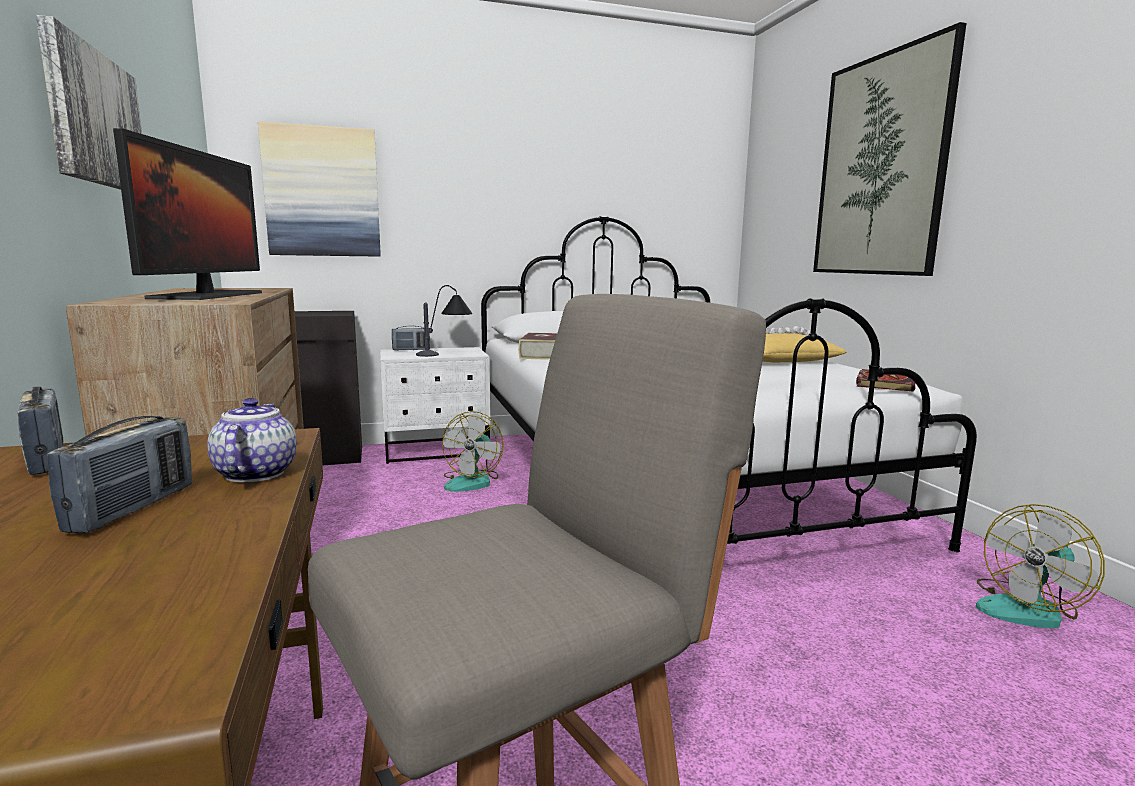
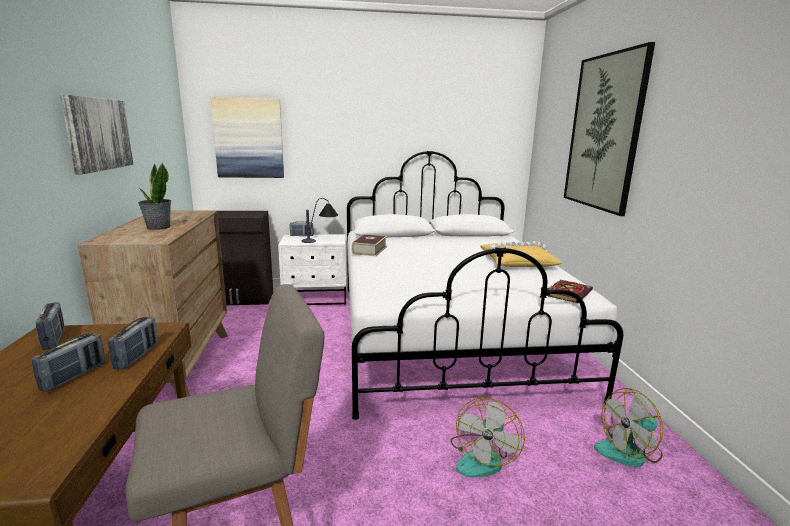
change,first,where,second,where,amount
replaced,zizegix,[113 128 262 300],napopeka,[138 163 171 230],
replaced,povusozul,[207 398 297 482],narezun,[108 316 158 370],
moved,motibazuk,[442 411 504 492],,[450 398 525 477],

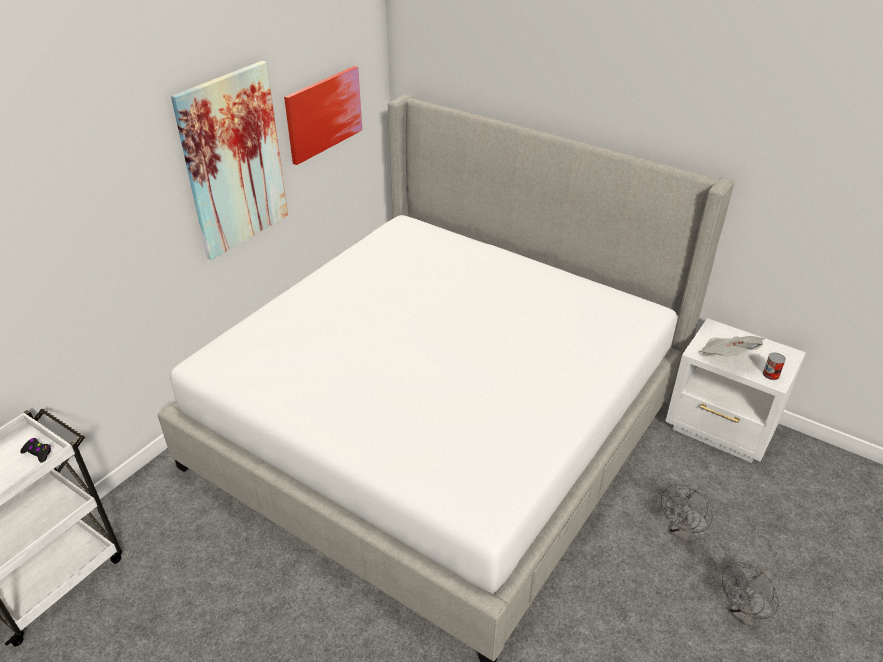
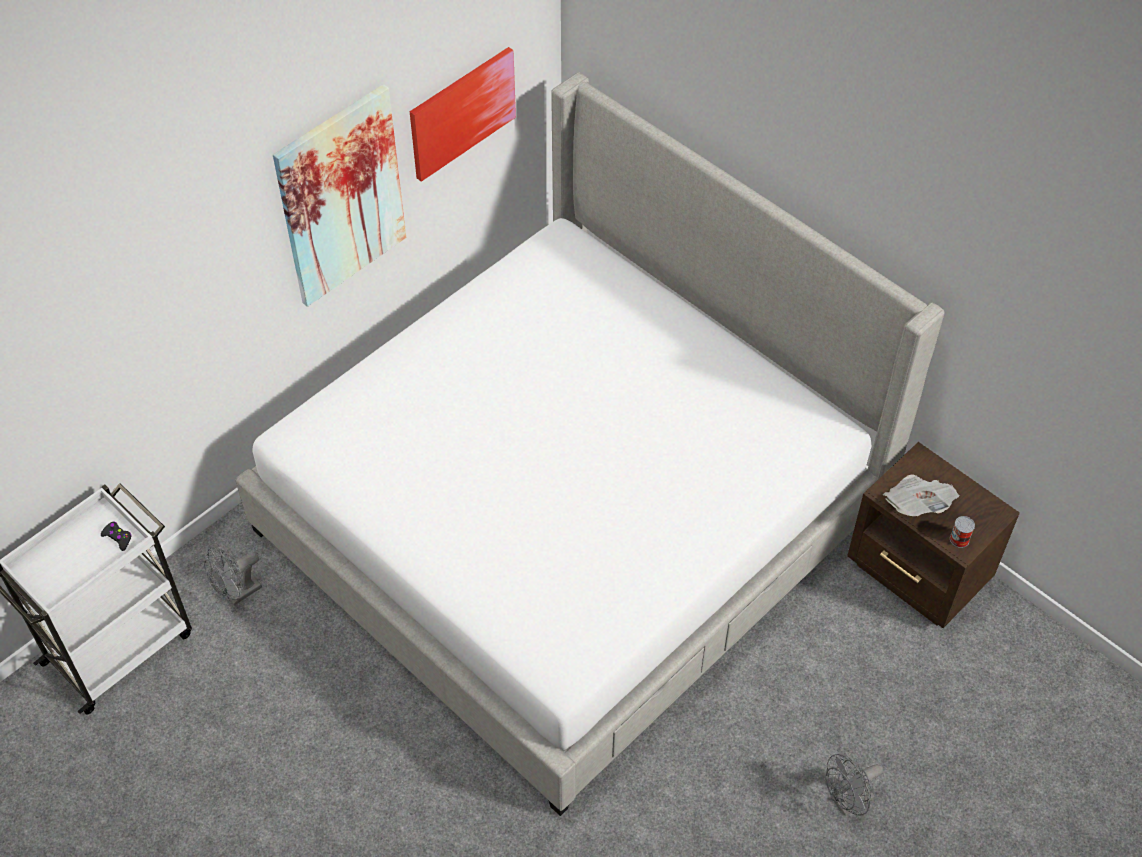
change,first,where,second,where,amount
recoloured,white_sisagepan,[665 318 806 463],brown_sisagepan,[847 442 1020 628],
moved,grey_motibazuk,[661 484 713 541],,[204 547 262 605],

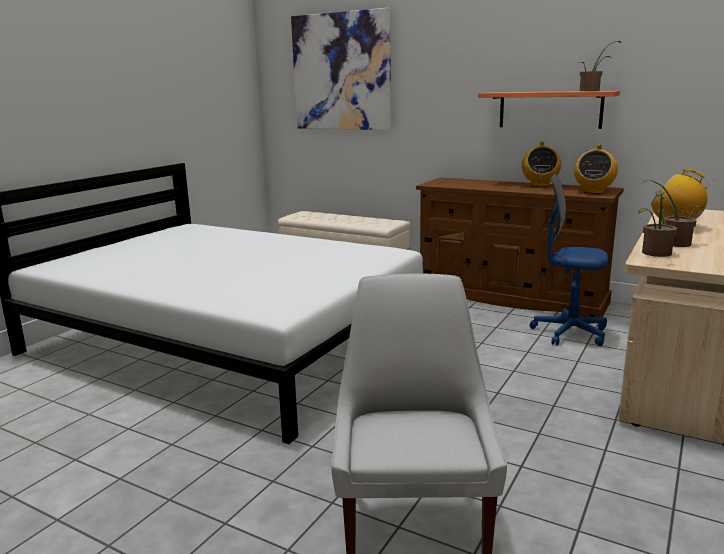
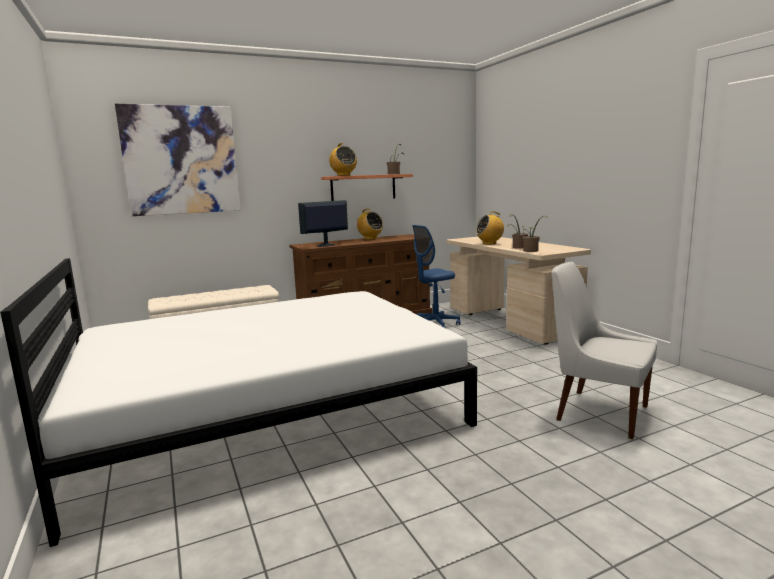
change,first,where,second,where,amount
moved,narezun,[574 144 618 194],,[329 143 357 176],
added,,,zizegix,[298 200 348 247],

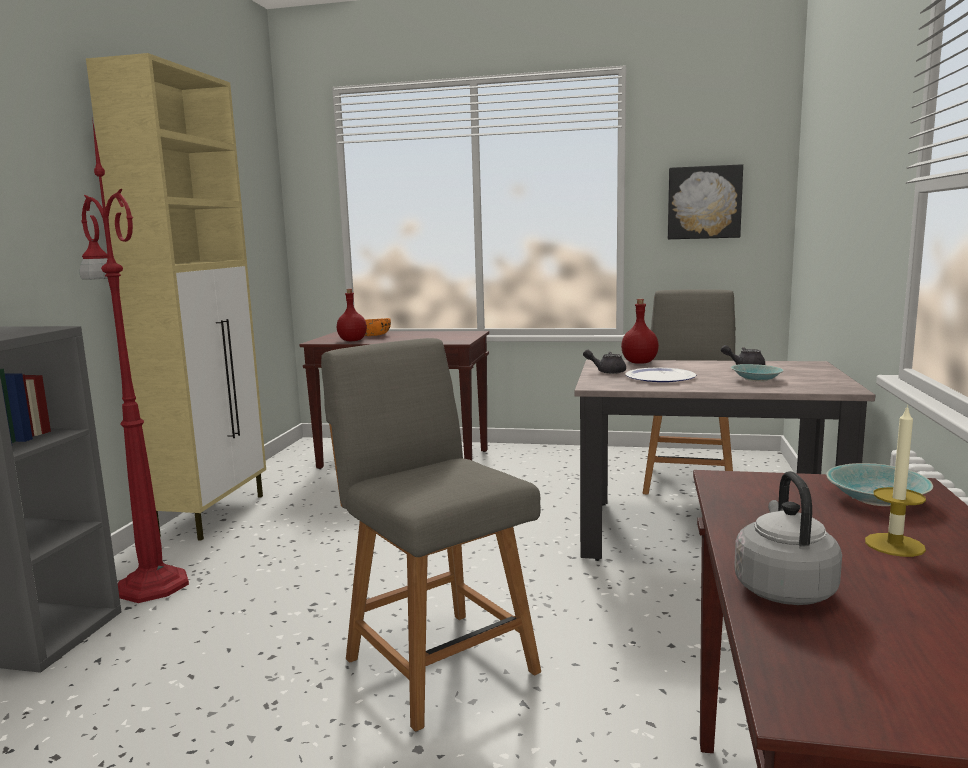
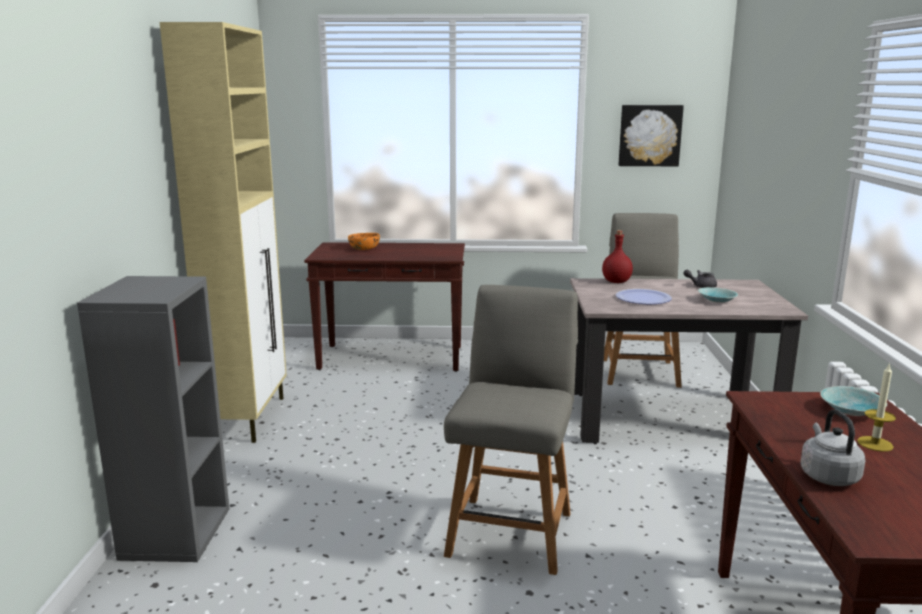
change,first,where,second,where,amount
removed,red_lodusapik,[79 118 189 603],,,
removed,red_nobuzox,[337 289 367 341],,,
turned,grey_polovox,[321 338 541 732],,[444 285 578 575],60 degrees clockwise
removed,grey_povusozul,[583 349 626 374],,,

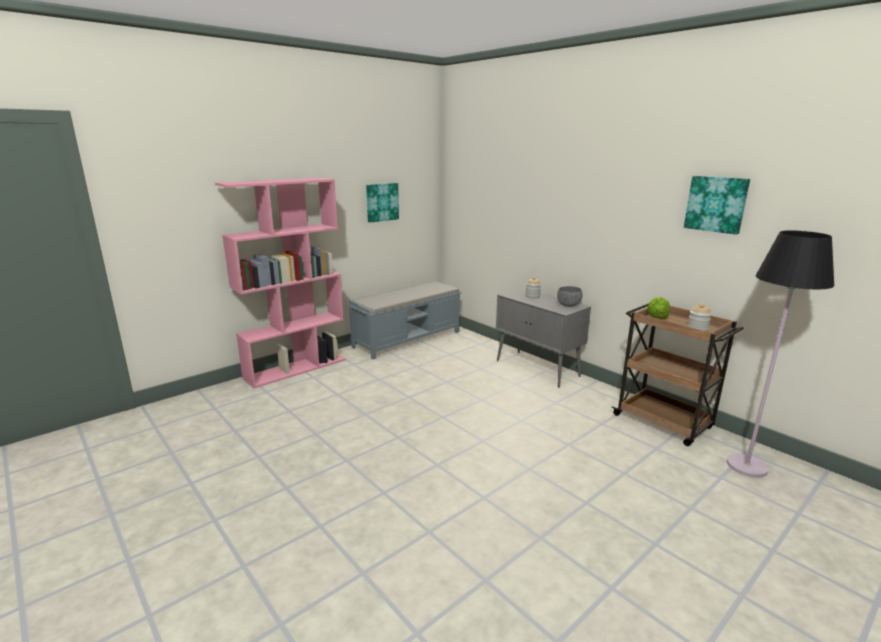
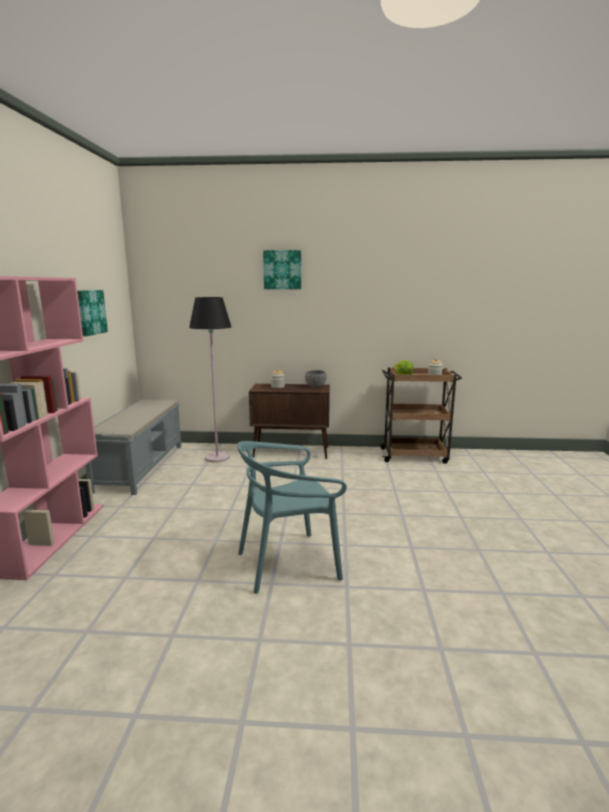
change,first,where,second,where,amount
moved,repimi,[684 176 750 235],,[263 250 301 289],
moved,black_lodusapik,[727 230 834 478],,[189 297 231 463],
recoloured,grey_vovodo,[496 288 591 387],brown_vovodo,[249 384 330 459],
added,,,turquoise_polovox,[237 441 347 594],

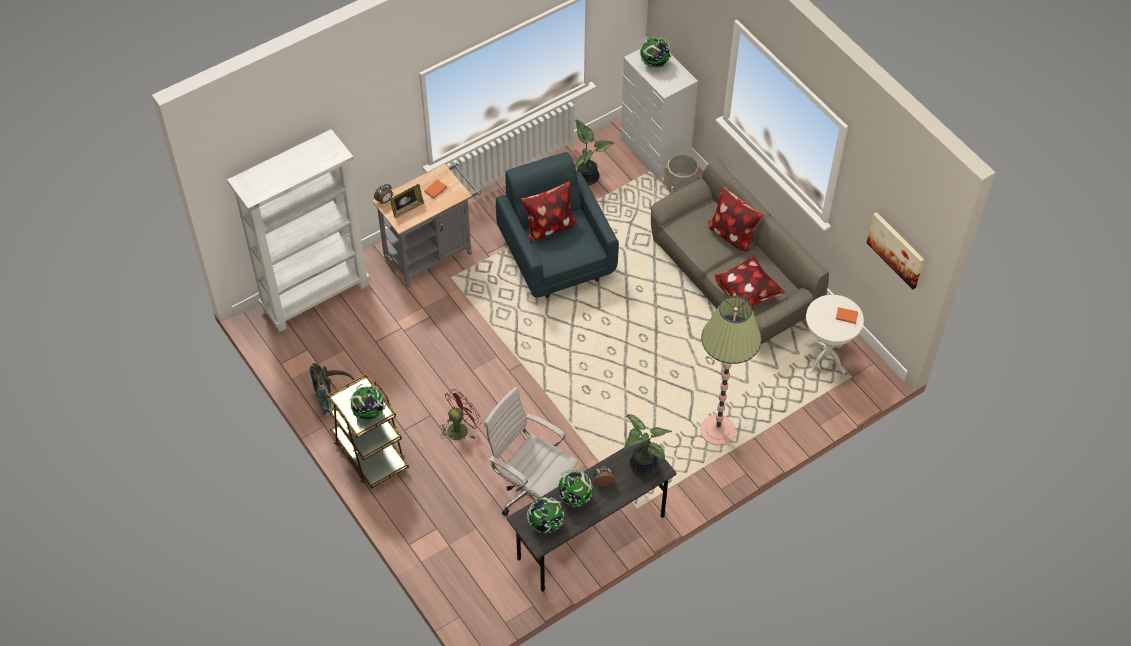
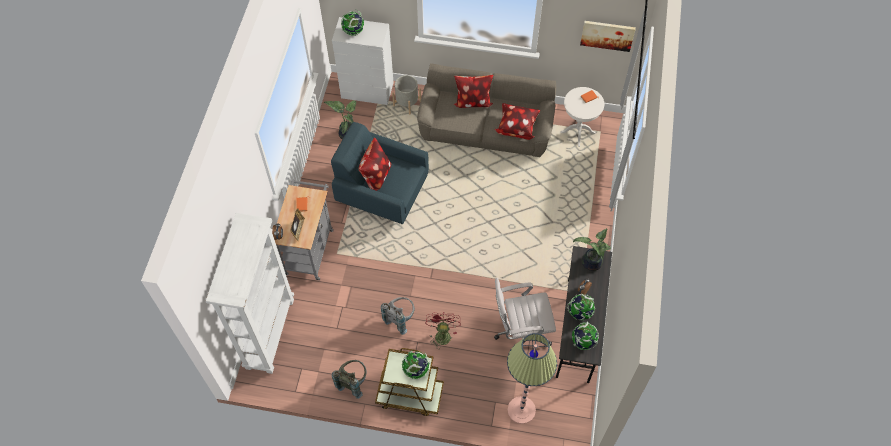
change,first,where,second,where,amount
moved,lodusapik,[700 296 761 445],,[507 333 557 424],
added,,,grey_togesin,[381 297 415 335],

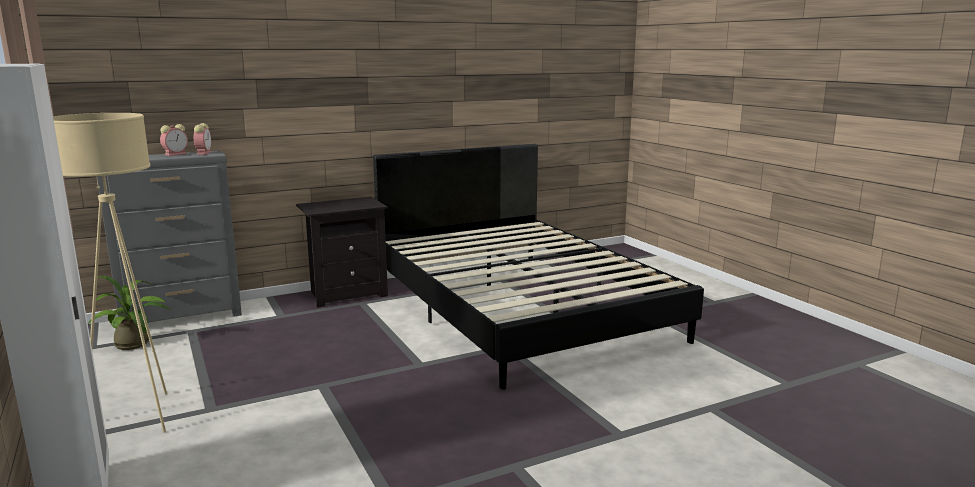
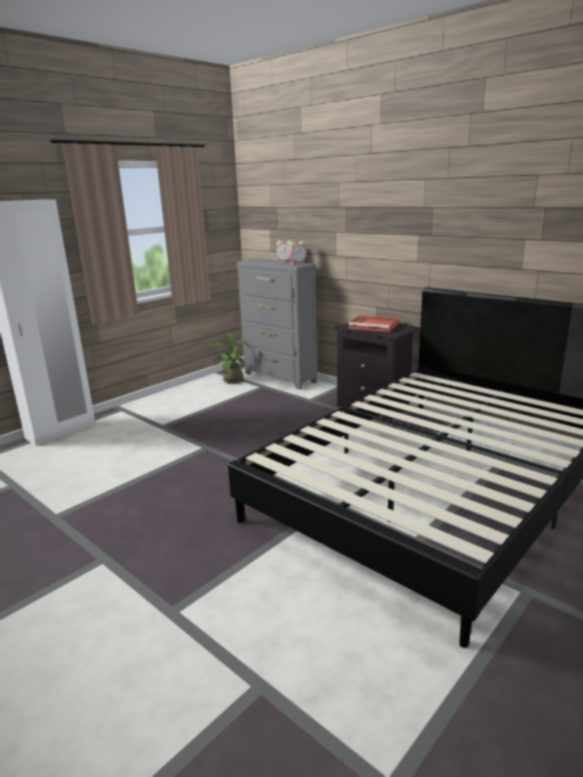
change,first,where,second,where,amount
removed,beige_lodusapik,[53 113 167 433],,,
added,,,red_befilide,[348 315 399 332],

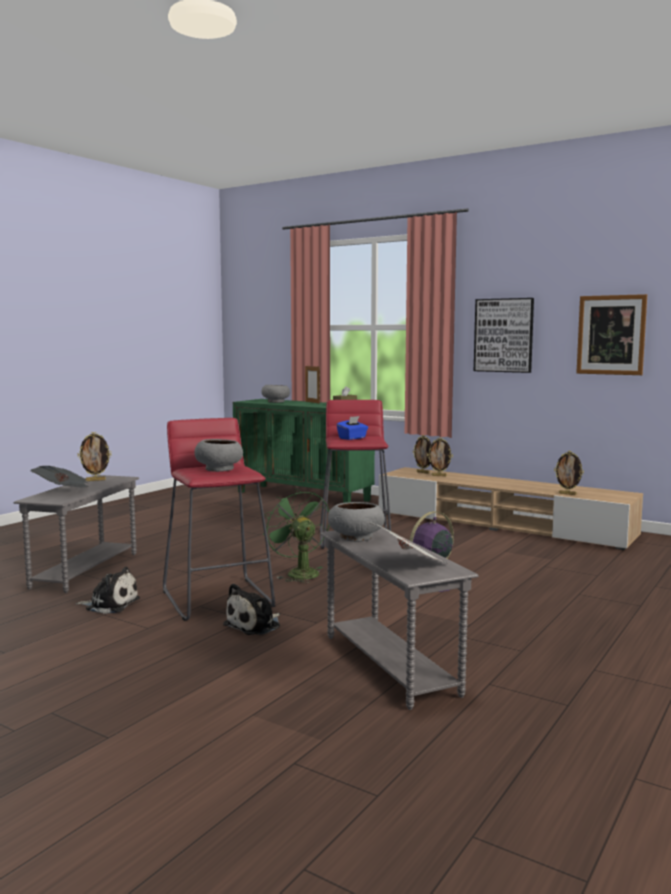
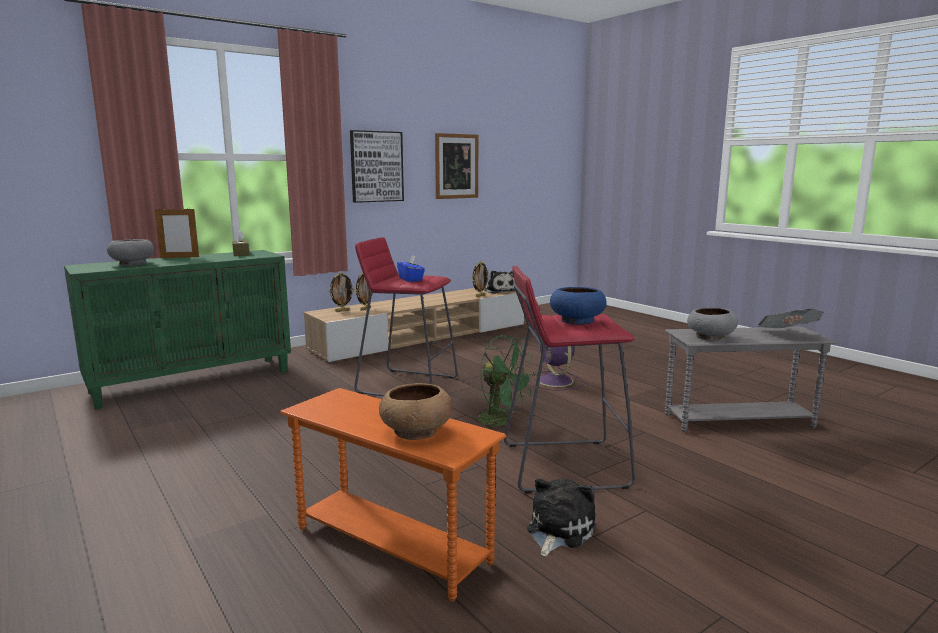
change,first,where,second,where,amount
removed,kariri,[78 432 112 481],,,
recoloured,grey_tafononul,[194 439 243 472],blue_tafononul,[550 287 607 325],
replaced,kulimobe,[30 466 89 487],brown_tafononul,[379 383 452 440],
recoloured,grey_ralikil,[13 475 139 593],orange_ralikil,[280 388 507 602],
turned,green_motibazuk,[263 488 329 583],,[477 335 535 430],135 degrees counterclockwise
moved,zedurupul,[223 583 280 635],,[485 270 515 294],

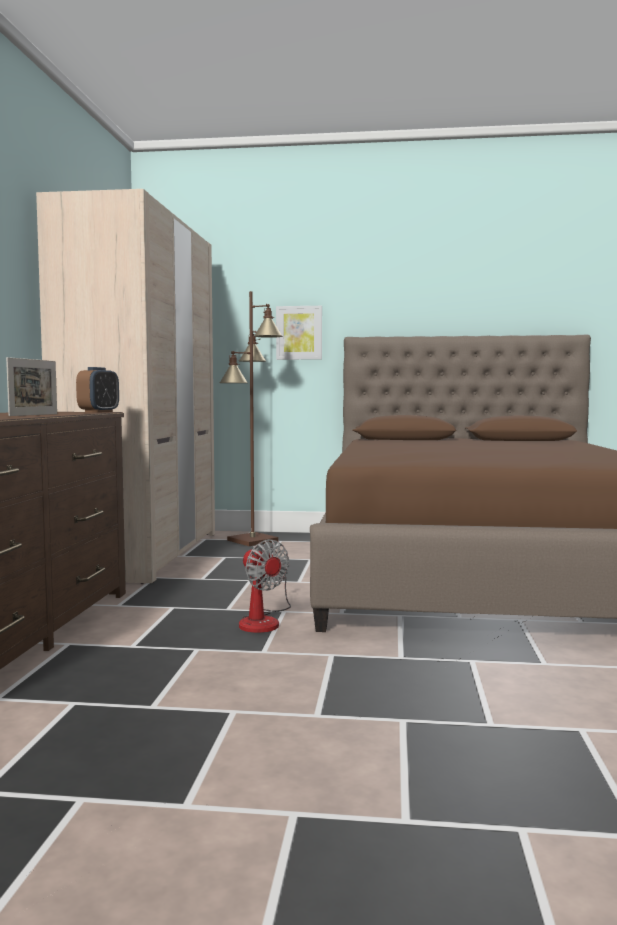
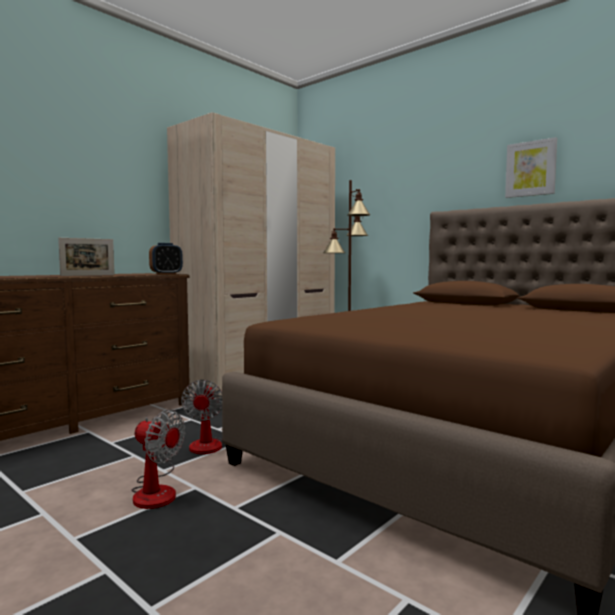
change,first,where,second,where,amount
moved,repimi,[276 306 322 360],,[505 137 557 198],
added,,,motibazuk,[131 410 185 509],

